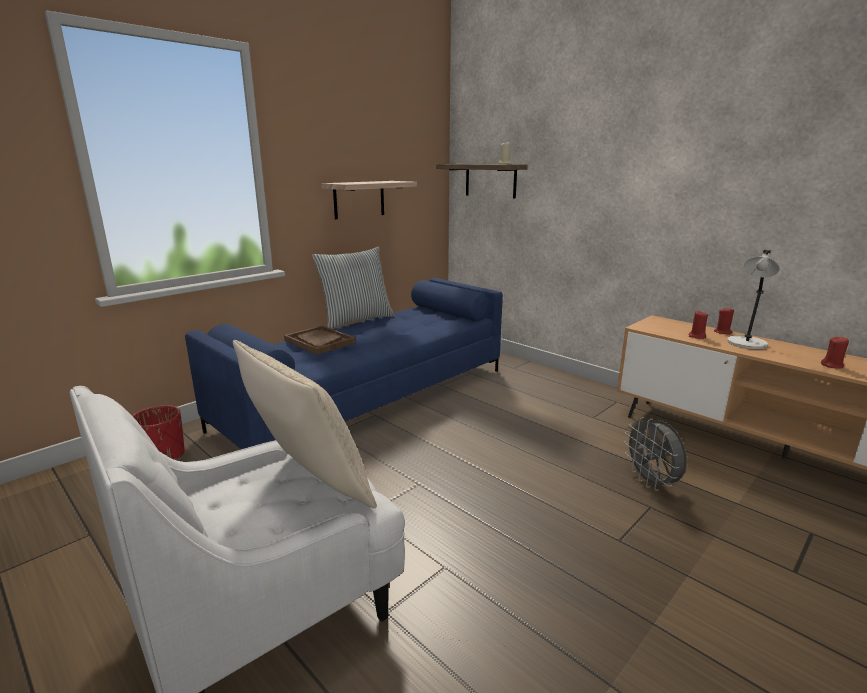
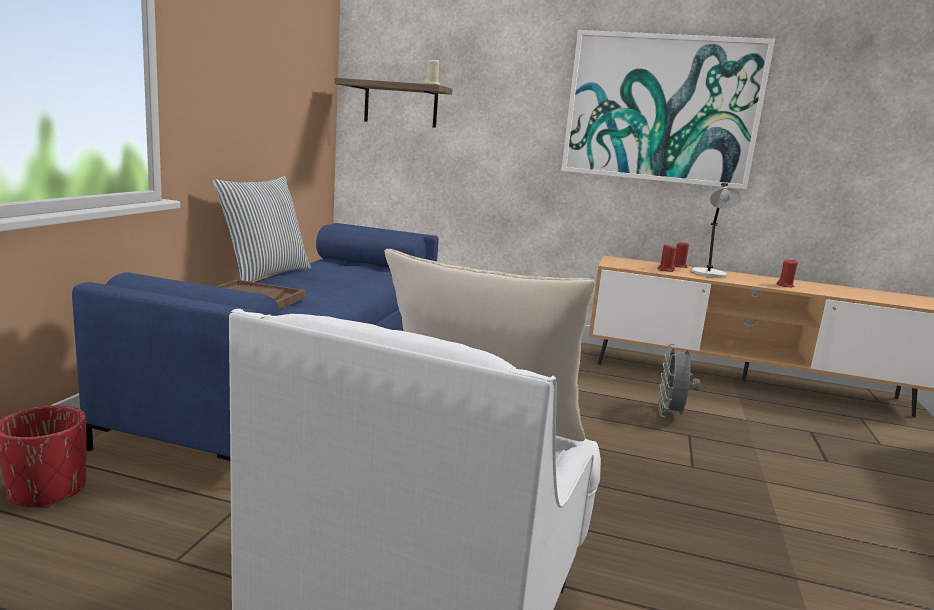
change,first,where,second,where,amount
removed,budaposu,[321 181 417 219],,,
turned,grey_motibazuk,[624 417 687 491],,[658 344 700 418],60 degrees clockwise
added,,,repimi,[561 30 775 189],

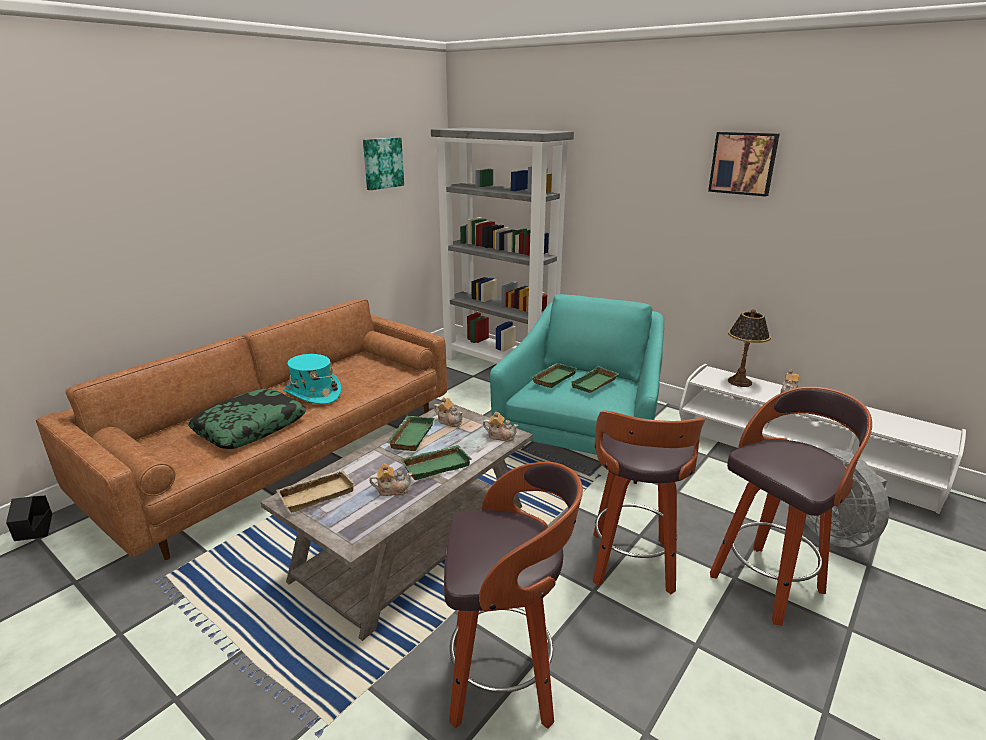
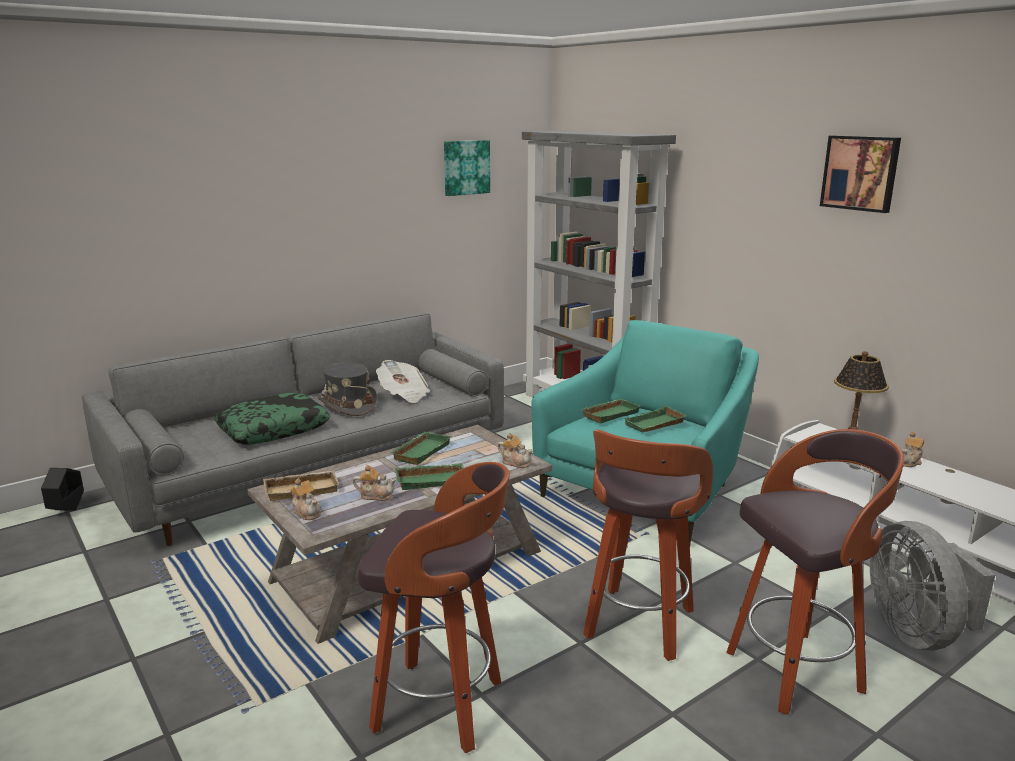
change,first,where,second,where,amount
recoloured,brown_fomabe,[36 298 447 560],grey_fomabe,[82 313 504 546],
recoloured,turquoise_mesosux,[283 354 341 404],grey_mesosux,[318 363 377 416],
moved,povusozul,[434 397 463 427],,[290 478 321 520],
added,,,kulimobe,[376 360 430 403],

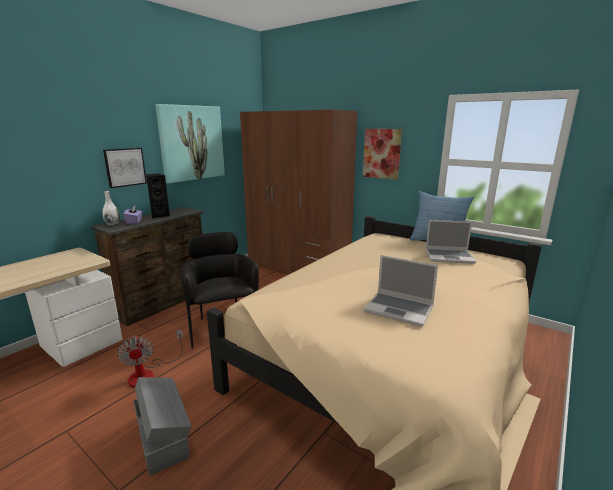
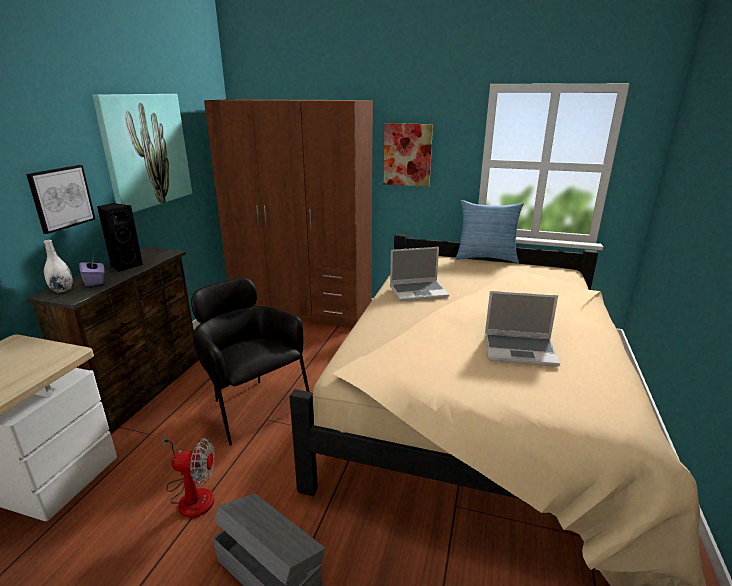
change,first,where,second,where,amount
moved,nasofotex,[426 220 476 264],,[390 247 449 302],
turned,motibazuk,[117 330 183 388],,[162 432 215 518],45 degrees counterclockwise

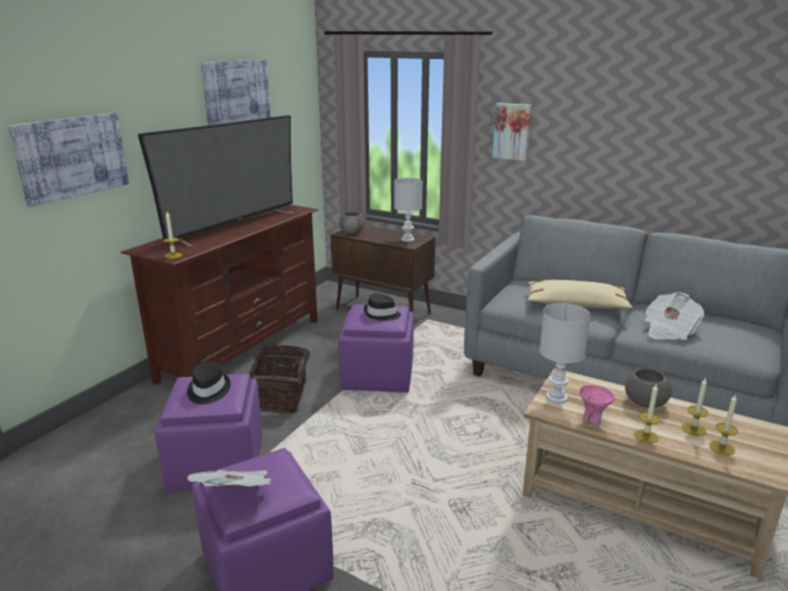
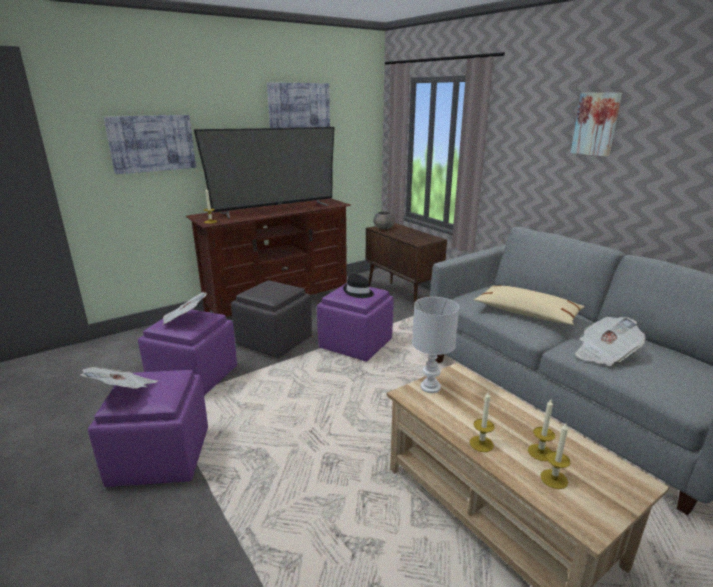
change,first,where,second,where,amount
moved,repimi,[492 103 532 161],,[571 93 622 157],
removed,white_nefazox,[394 178 422 242],,,
replaced,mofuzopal,[248 345 319 413],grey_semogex,[231 280 312 358],
replaced,black_mesosux,[187 362 231 404],kulimobe,[163 292 207 325],
removed,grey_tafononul,[625 368 672 408],,,
removed,pink_tafononul,[579 385 615 425],,,

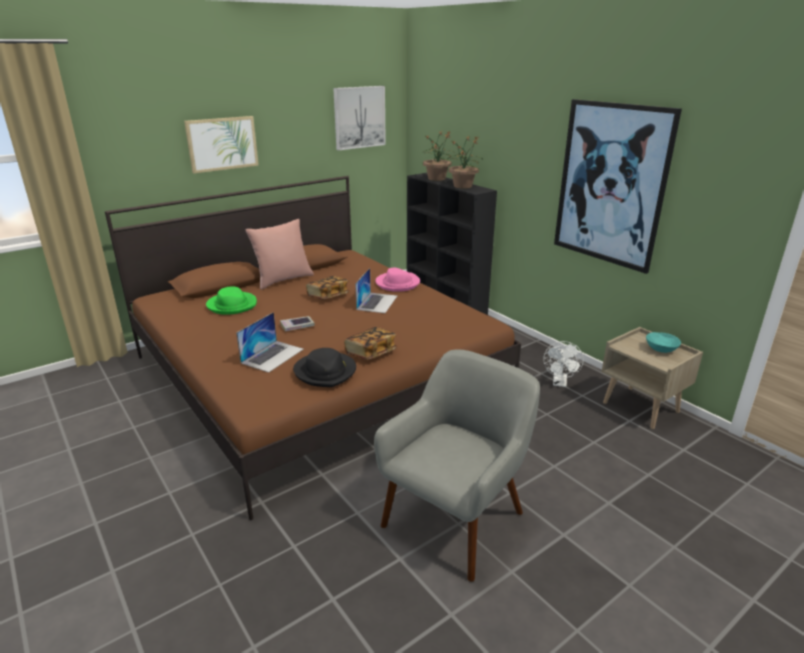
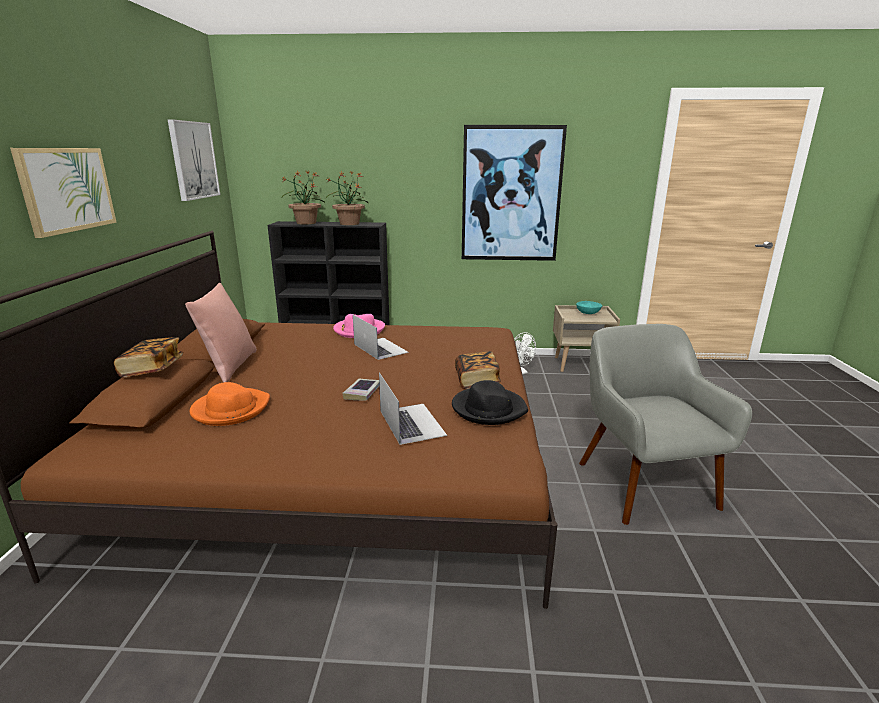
change,first,where,second,where,amount
moved,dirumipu,[306 276 349 299],,[114 337 183 378],
recoloured,green_mesosux,[206 286 257 315],orange_mesosux,[190 382 270 426],

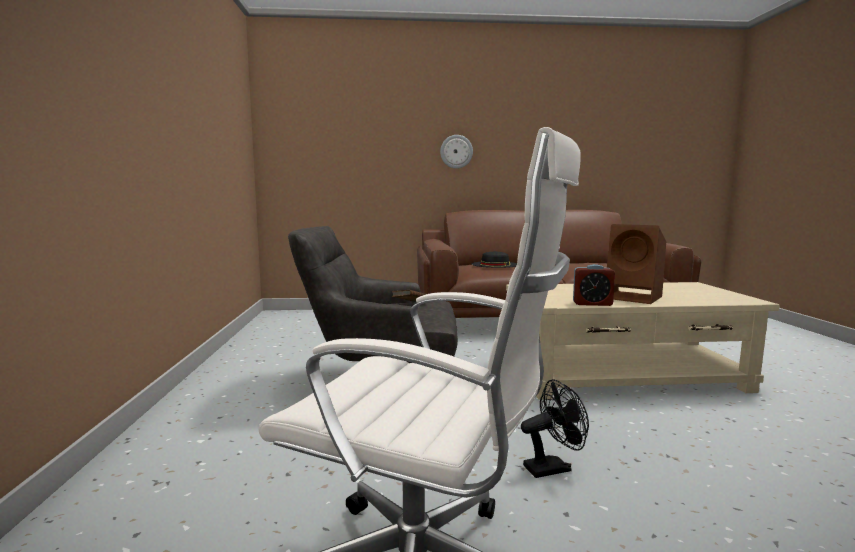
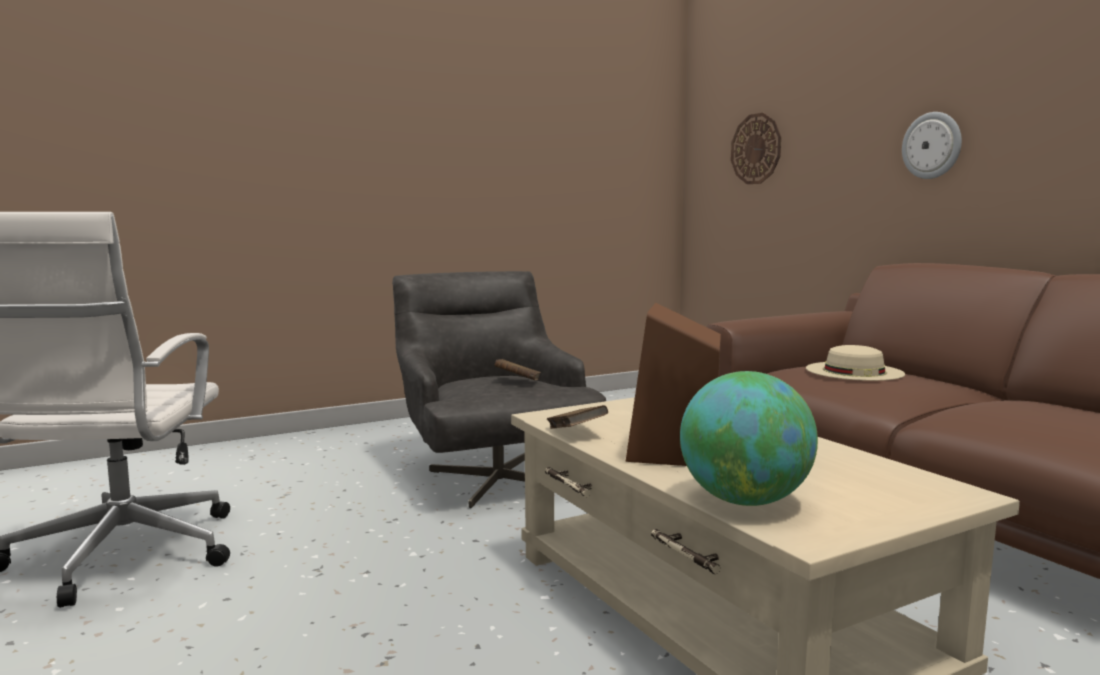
change,first,where,second,where,amount
recoloured,black_mesosux,[472 251 517 268],beige_mesosux,[806 345 905 381],
replaced,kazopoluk,[573 264 615 306],brown_dirumipu,[547 405 608 429],
removed,black_motibazuk,[521 379 589 478],,,
added,,,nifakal,[731 113 781 184],
added,,,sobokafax,[680 371 818 506],

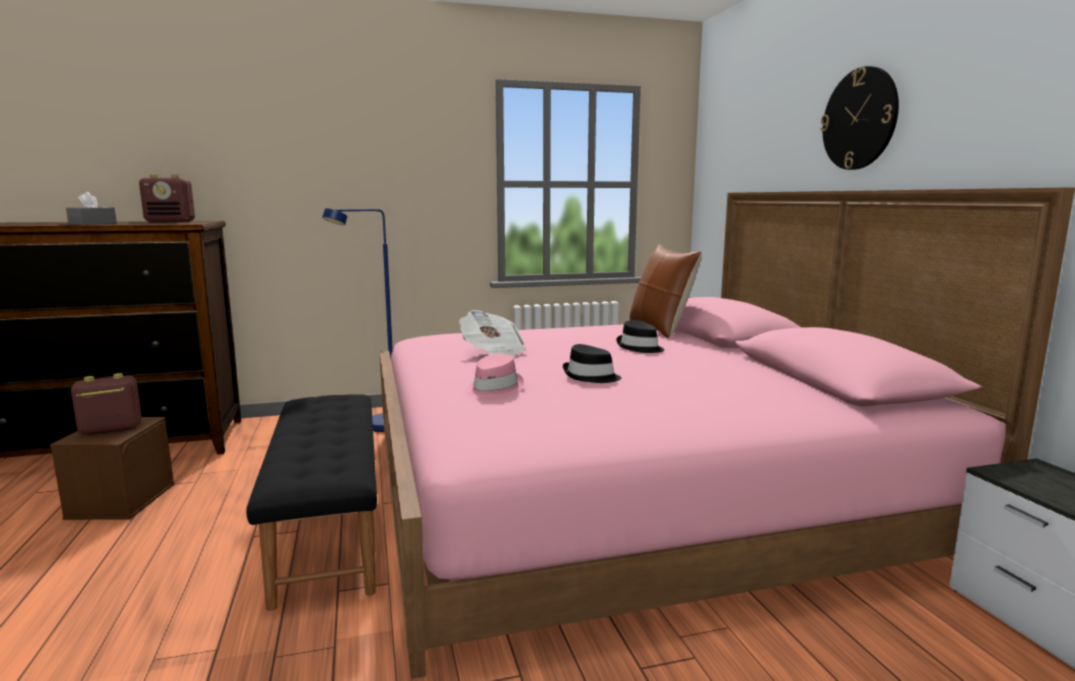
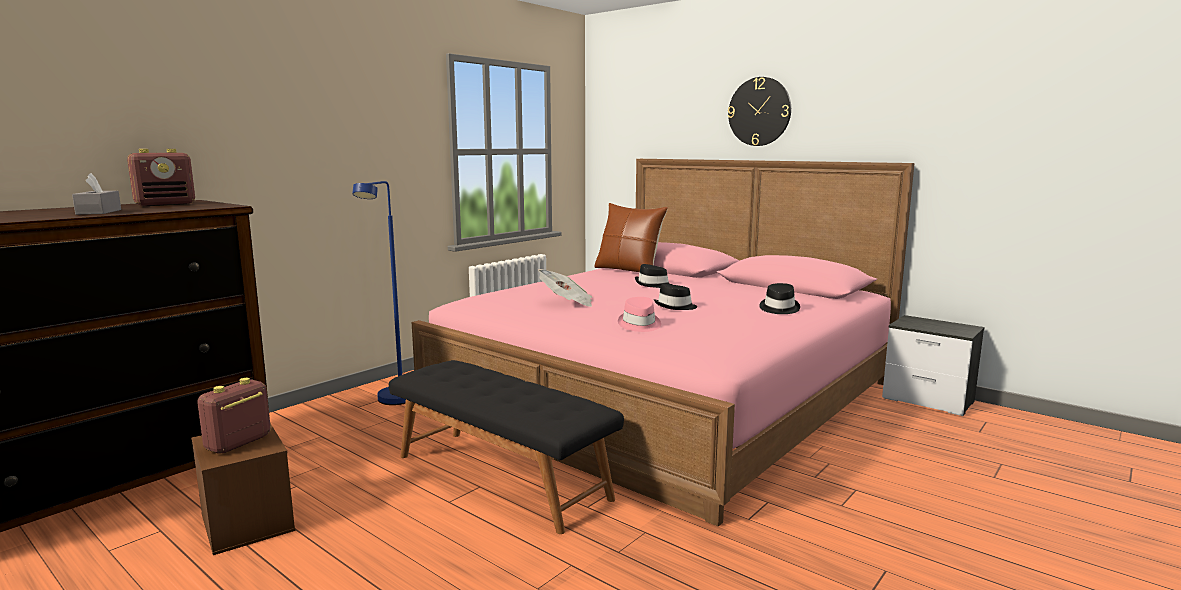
change,first,where,second,where,amount
added,,,black_mesosux,[759 283 800 314],

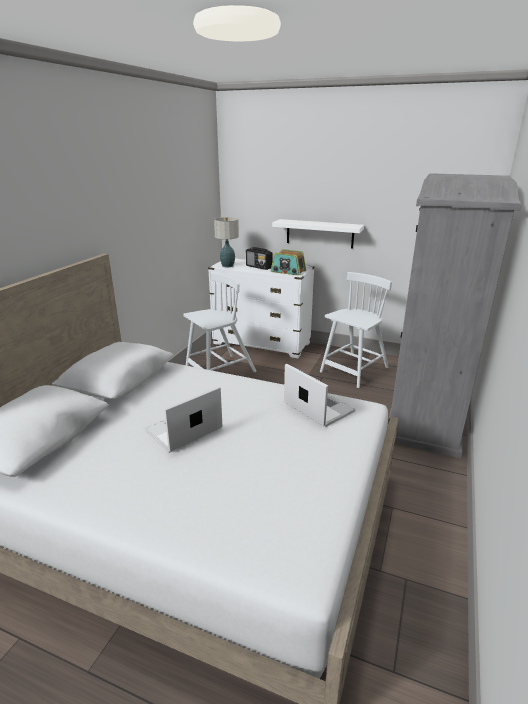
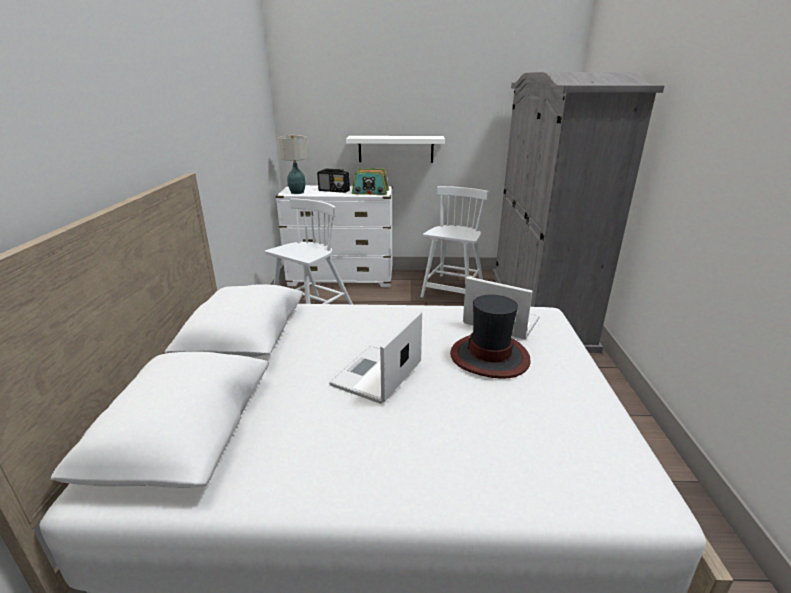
change,first,where,second,where,amount
added,,,mesosux,[450 295 531 379],

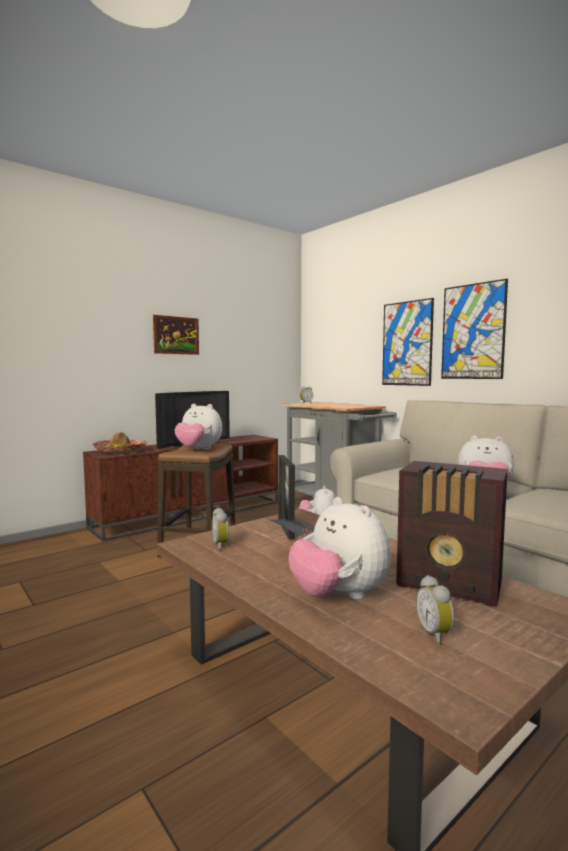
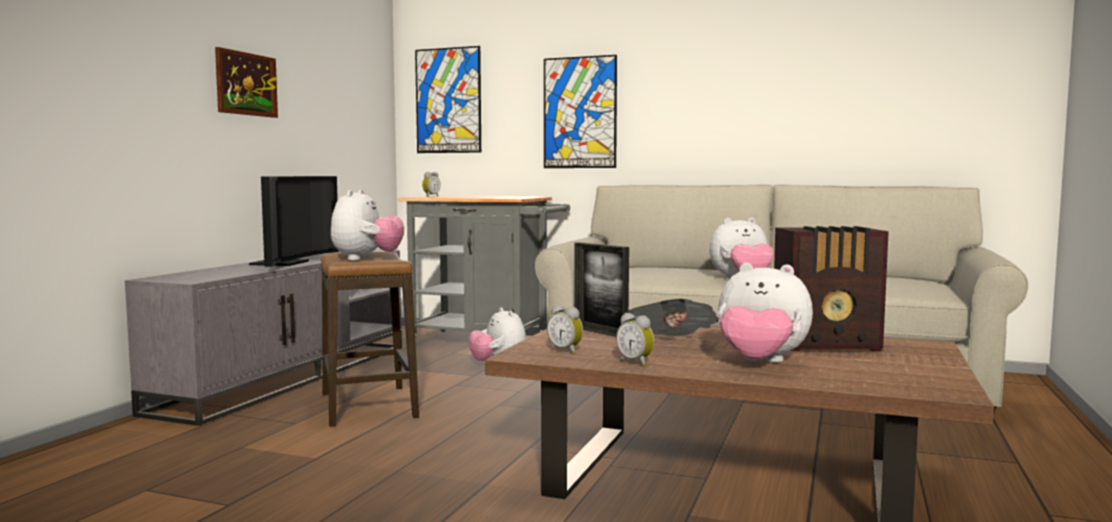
change,first,where,second,where,amount
moved,repimi,[441 279 508 379],,[415 46 481 153],
turned,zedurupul,[174 404 222 450],,[331 189 404 261],75 degrees counterclockwise
removed,mesosux,[92 431 147 454],,,
recoloured,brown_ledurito,[83 435 278 542],grey_ledurito,[125 249 402 426],
moved,kazopoluk,[416 575 454 645],,[616 313 654 366],

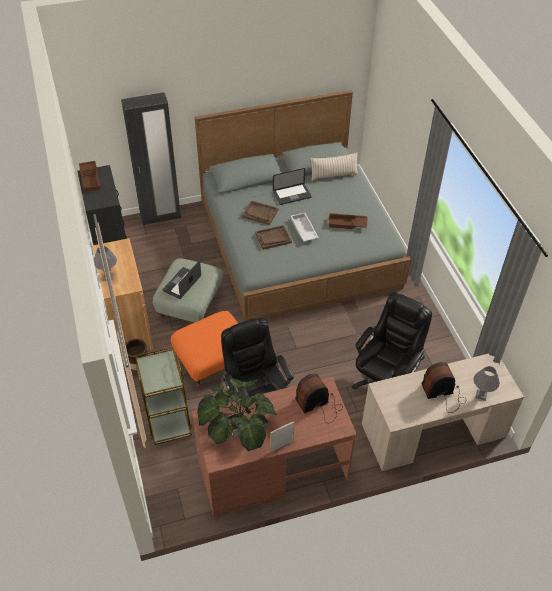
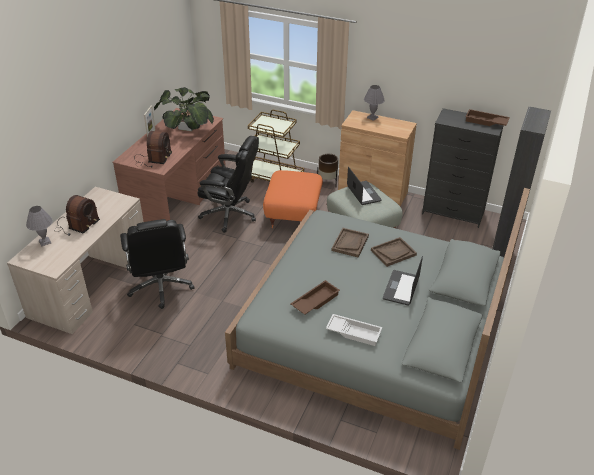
change,first,where,second,where,amount
removed,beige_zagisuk,[310 152 358 181],,,
moved,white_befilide,[291 213 319 242],,[326 314 382 346],

